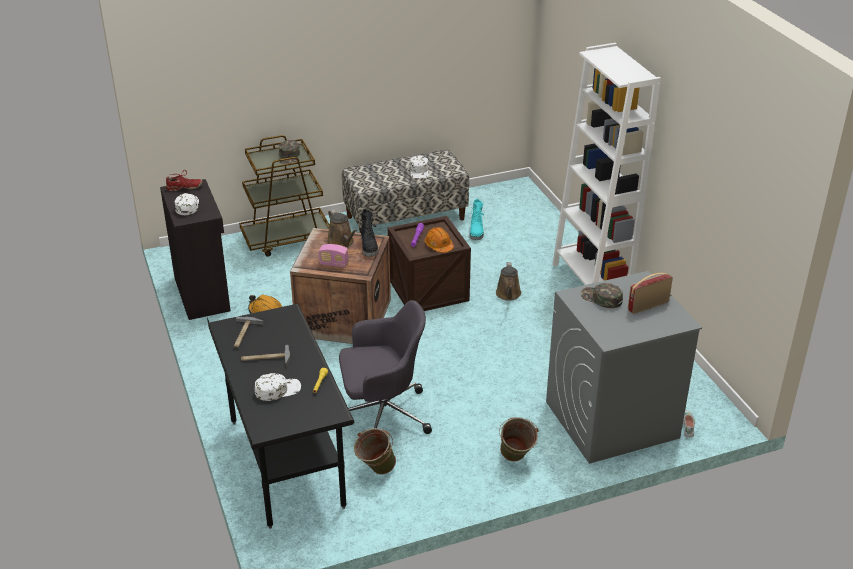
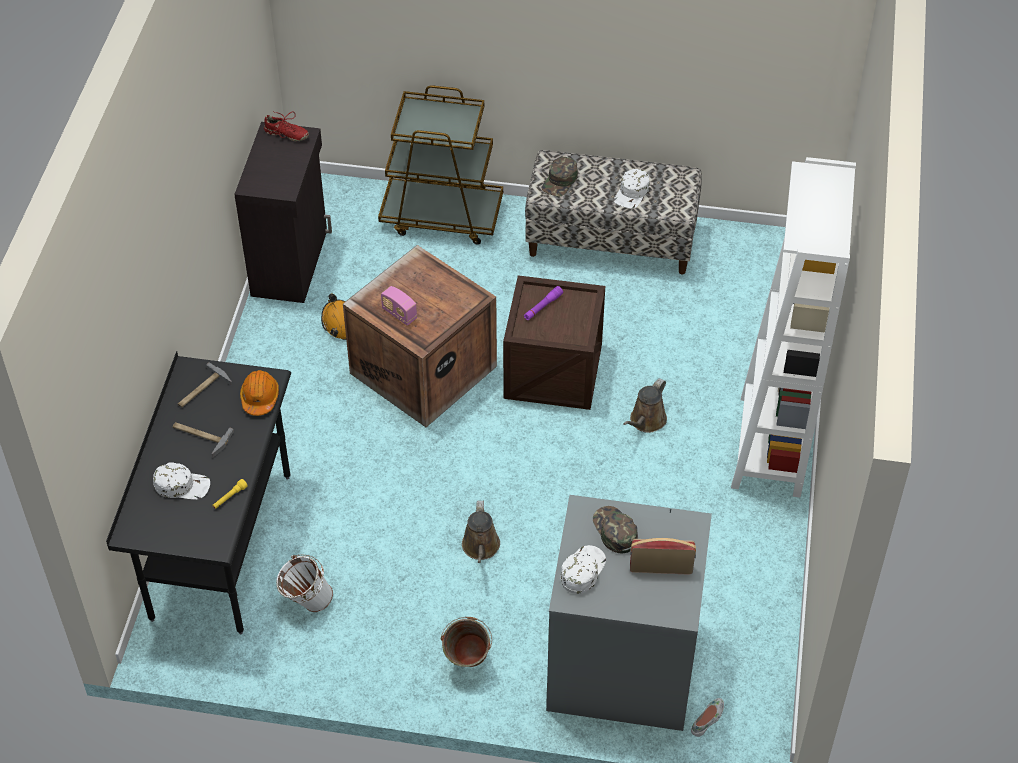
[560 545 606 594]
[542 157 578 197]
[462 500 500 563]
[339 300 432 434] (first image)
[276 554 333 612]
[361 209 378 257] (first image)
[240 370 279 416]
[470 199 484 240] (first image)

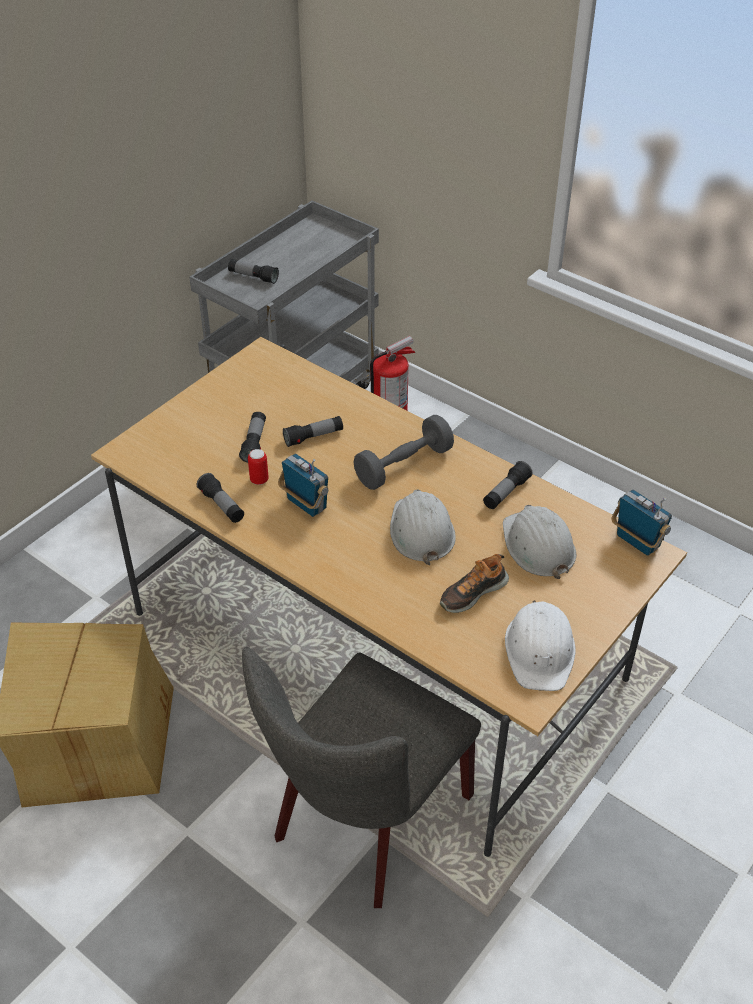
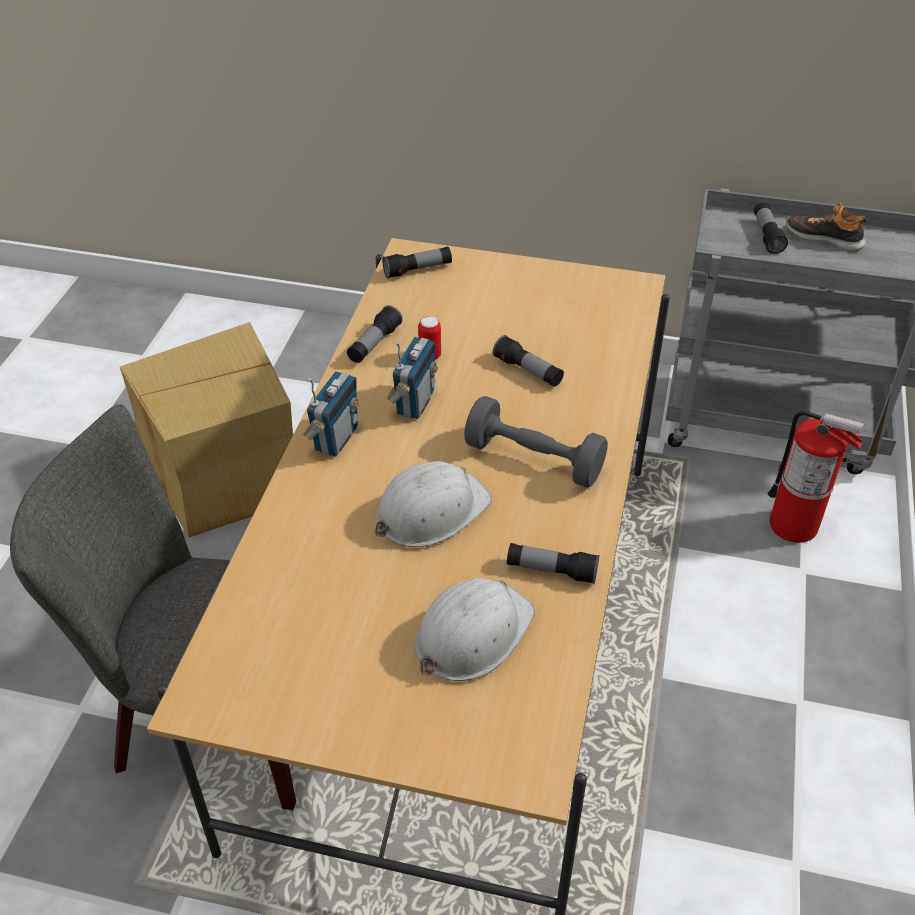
[382 247 452 279]
[786 202 867 251]
[505 600 576 691] (first image)
[303 371 360 456]

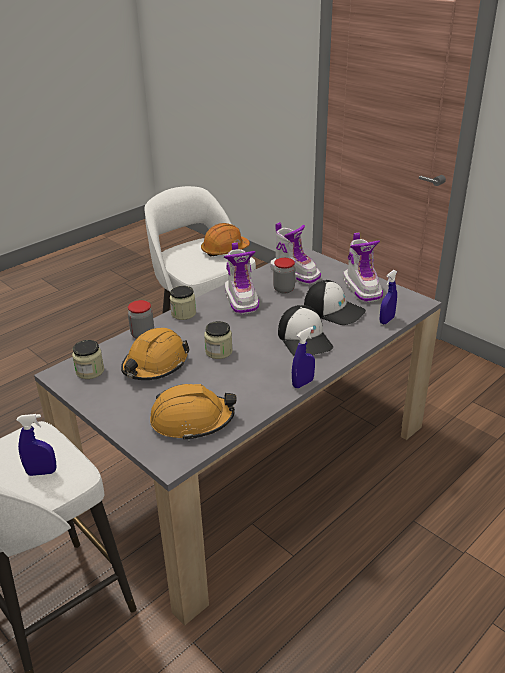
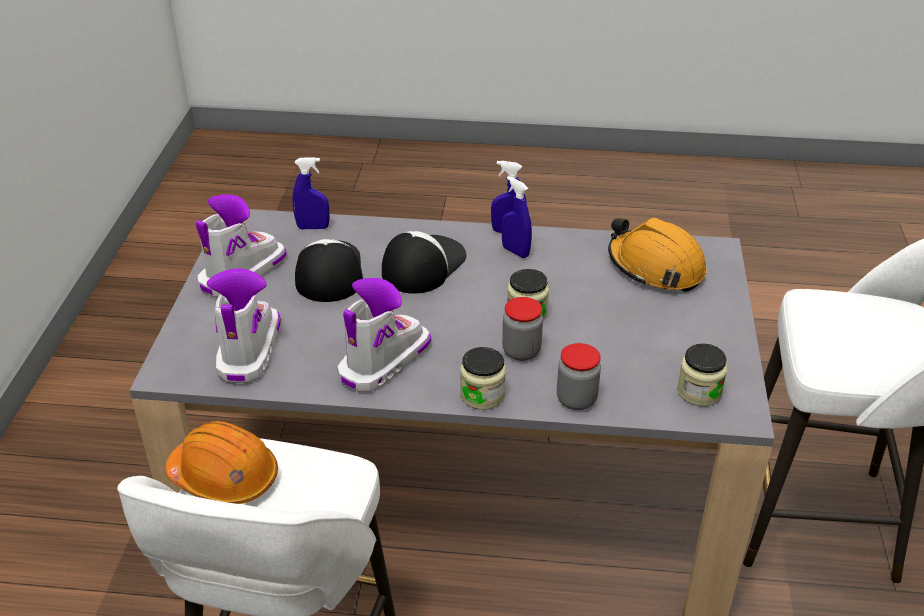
[502 176 532 258]
[121 328 189 380] (first image)
[502 297 543 361]

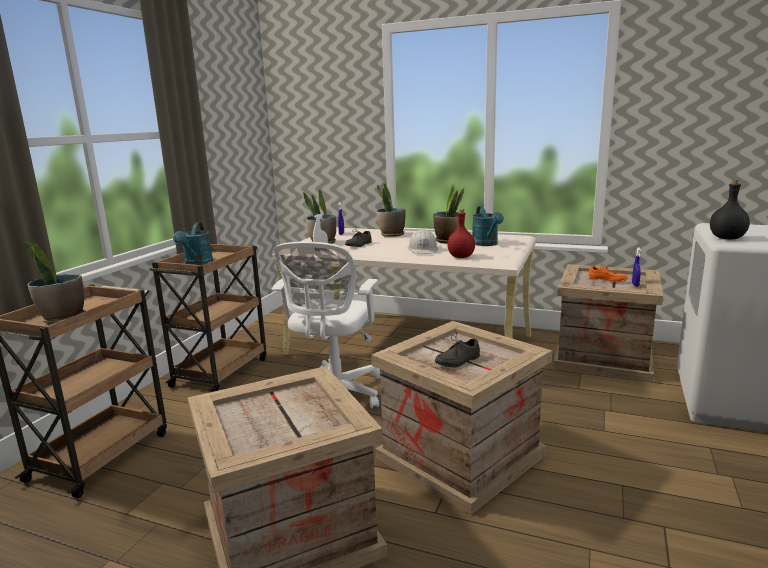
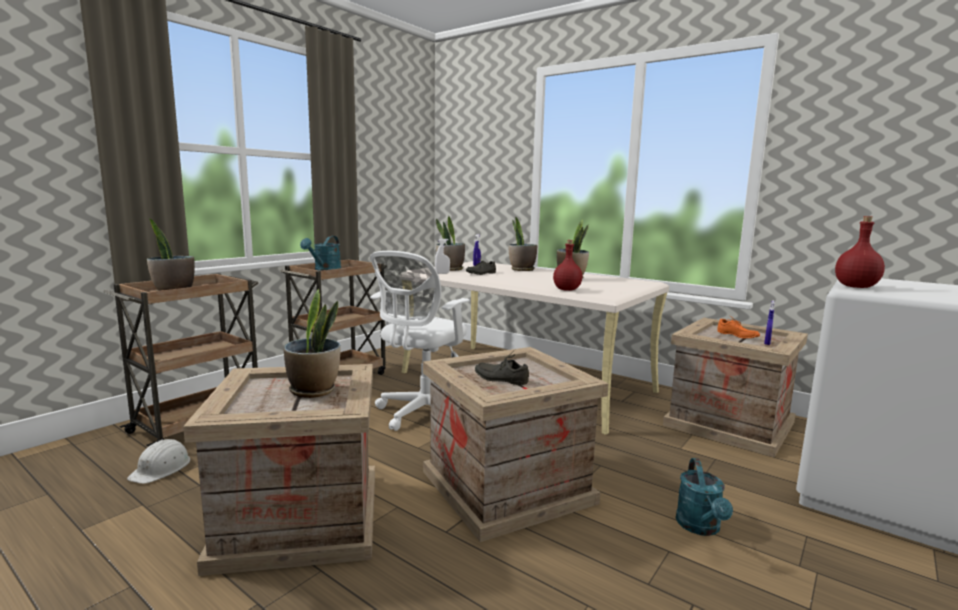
[127 439 190 484]
[475 350 529 385]
[676 458 733 536]
[835 216 885 288]
[284 289 341 398]

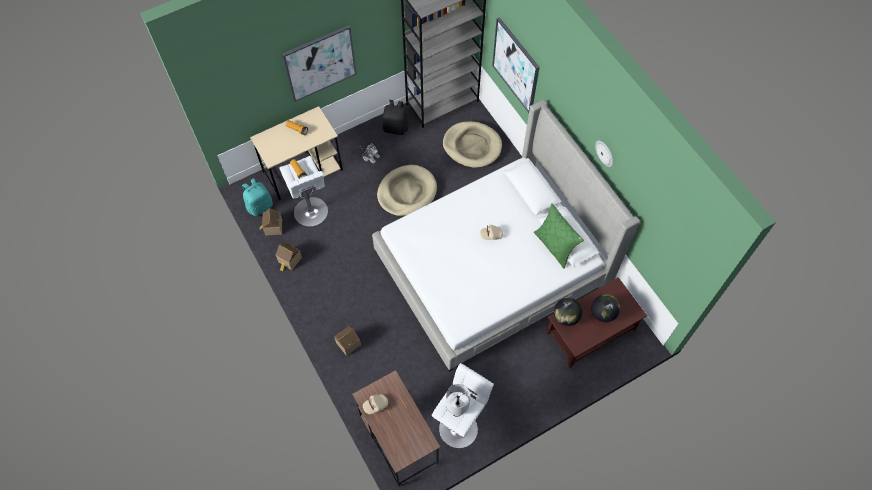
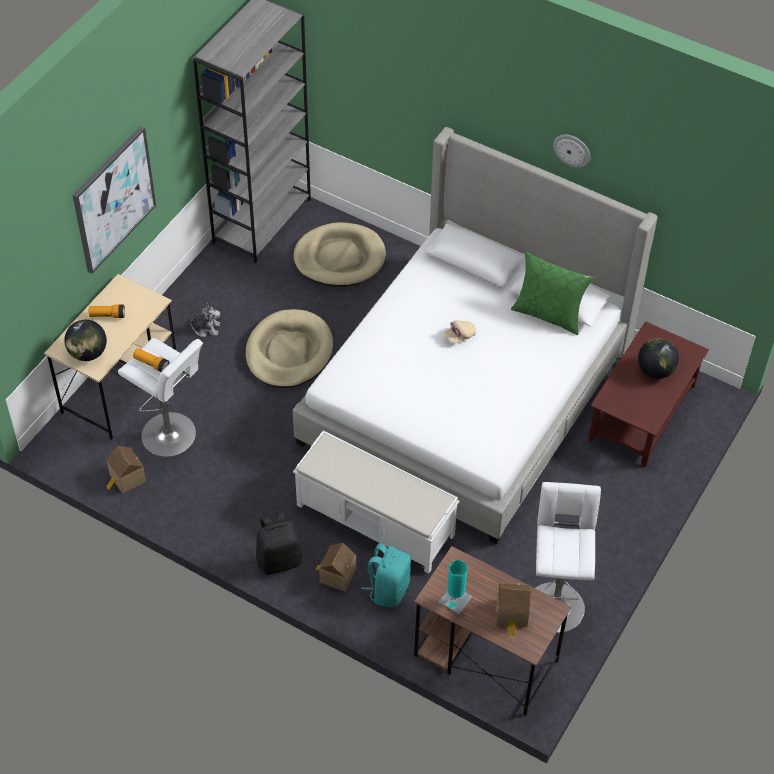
[361 543 411 607]
[496 583 531 636]
[439 560 472 614]
[256 512 302 575]
[446 384 471 417] (first image)
[492 17 540 113] (first image)
[64 320 107 361]
[293 431 459 574]

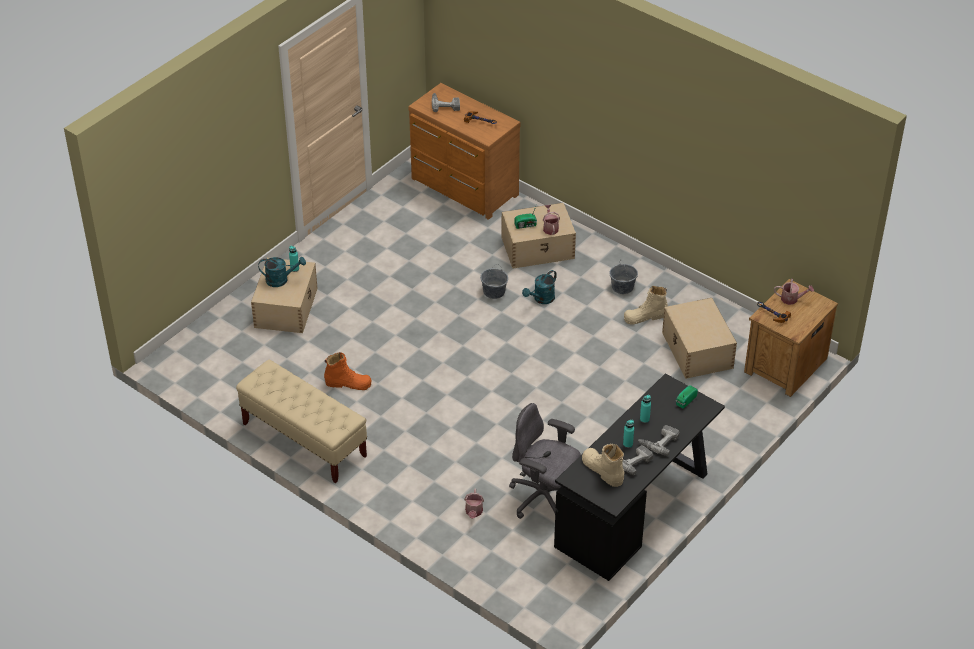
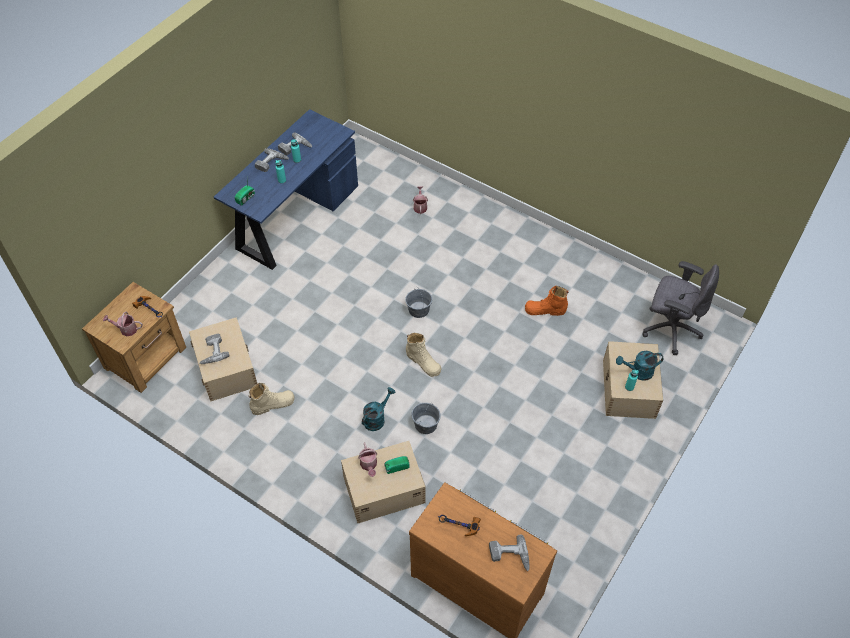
[236 360 367 483] (first image)
[643 261 719 355]
[214 109 358 270]
[406 333 442 377]
[405 287 432 318]
[199 334 230 364]

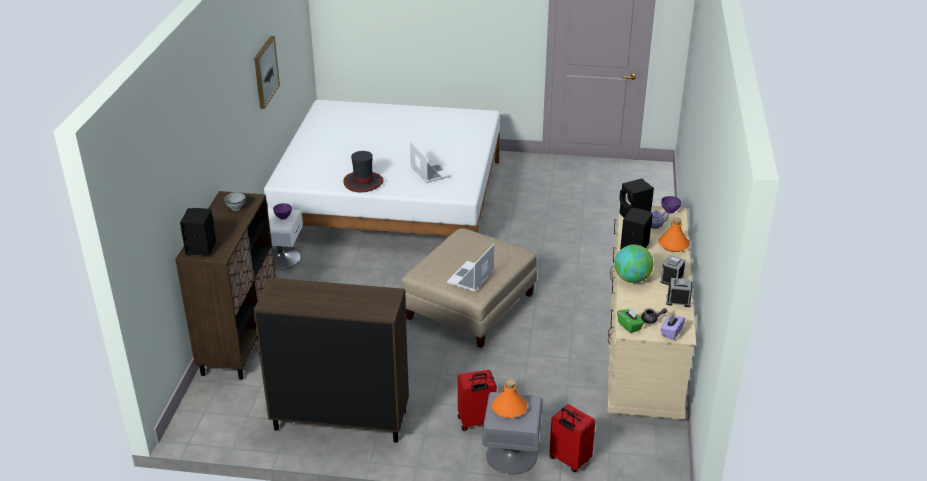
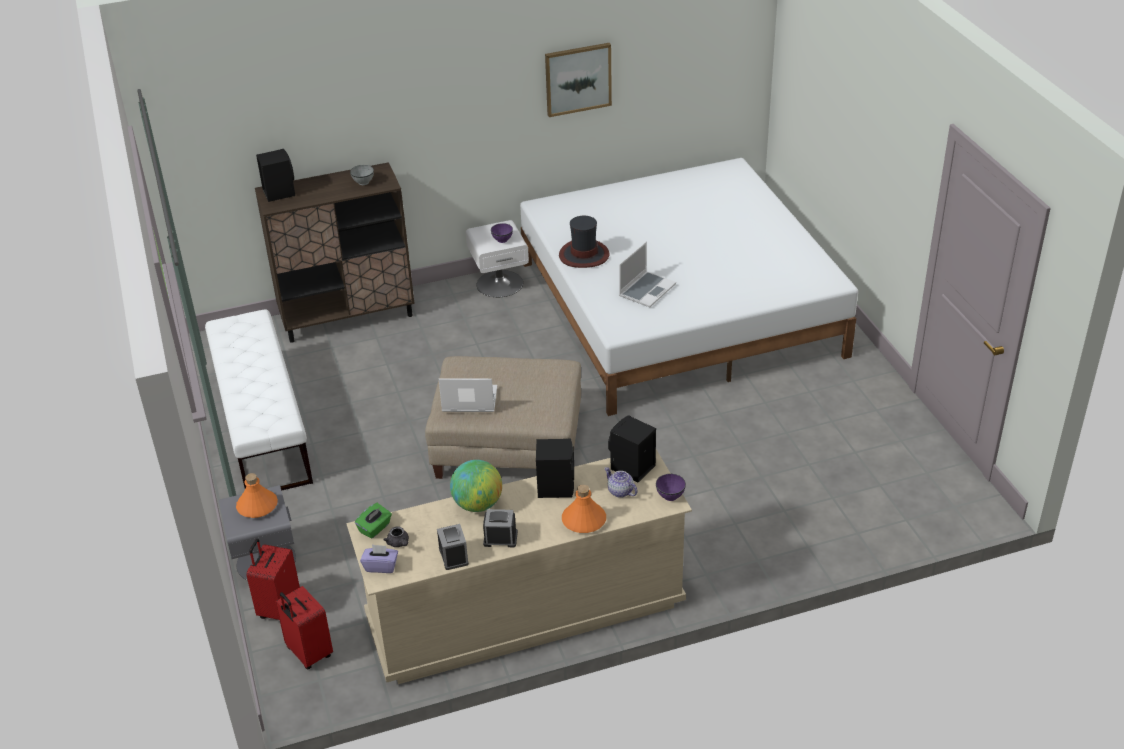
[205 309 313 491]
[275 586 333 669]

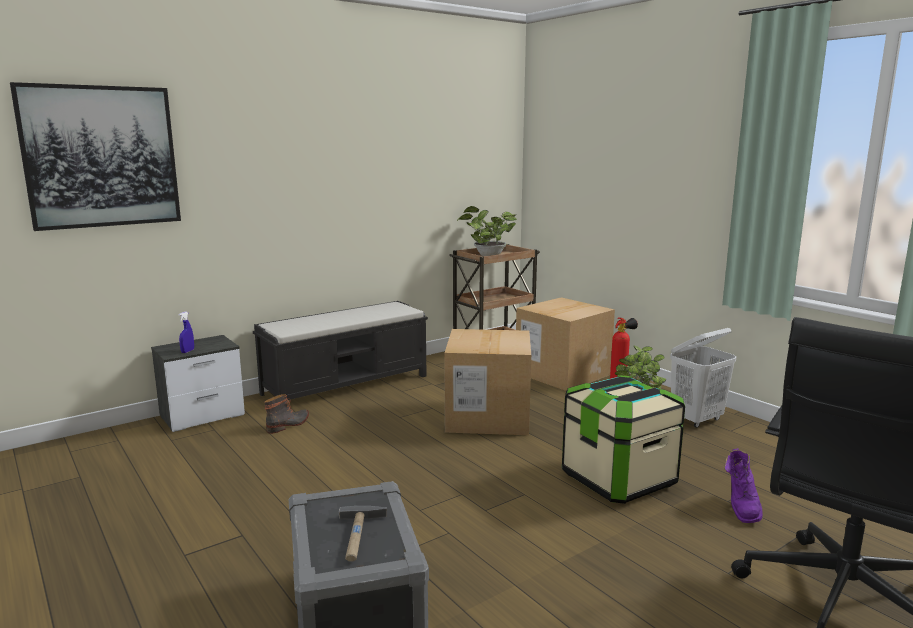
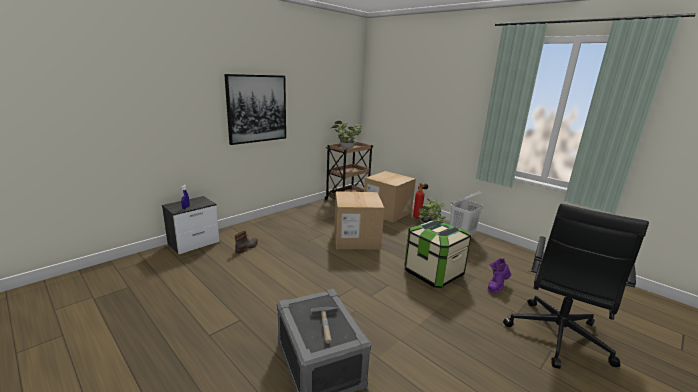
[224 74 286 145]
[253 301 428 400] (first image)
[488 258 511 293]

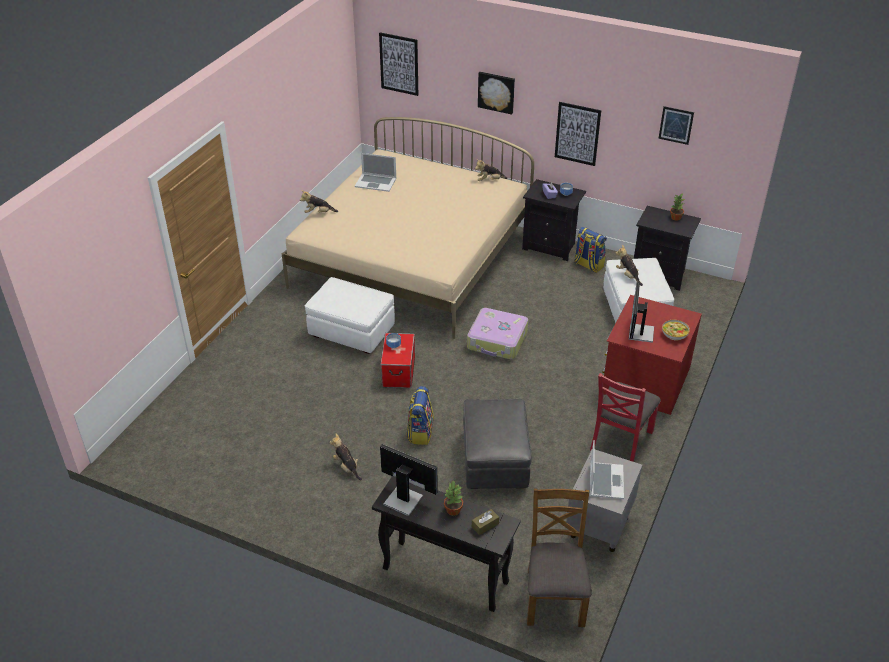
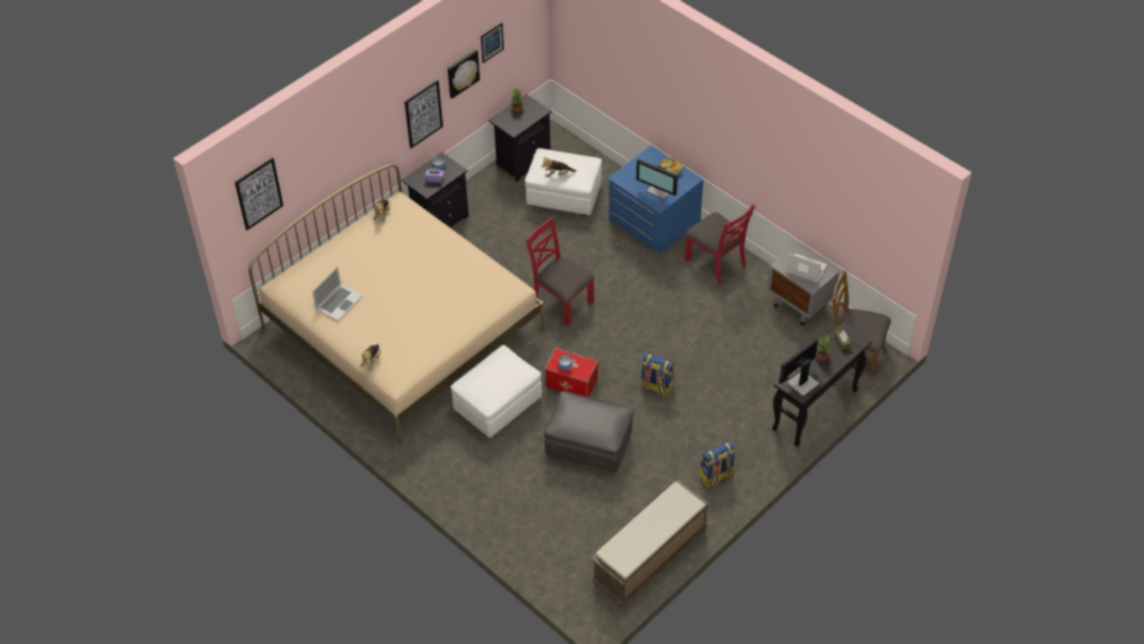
[330 434 362 480] (first image)
[544 391 633 473]
[526 217 595 326]
[448 50 480 99]
[699 440 735 487]
[608 145 704 255]
[591 480 711 608]

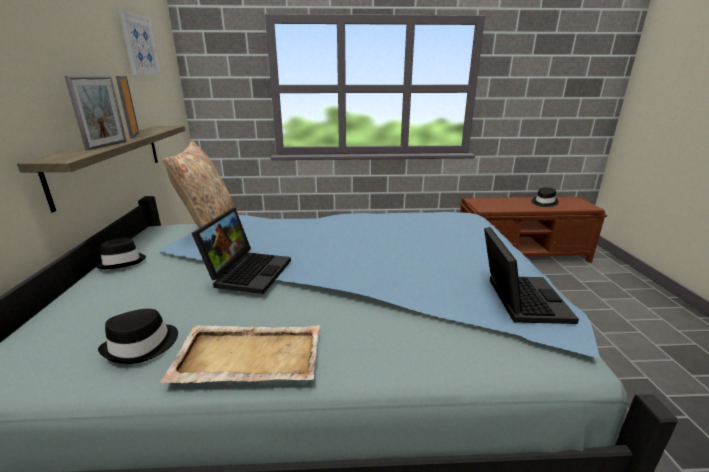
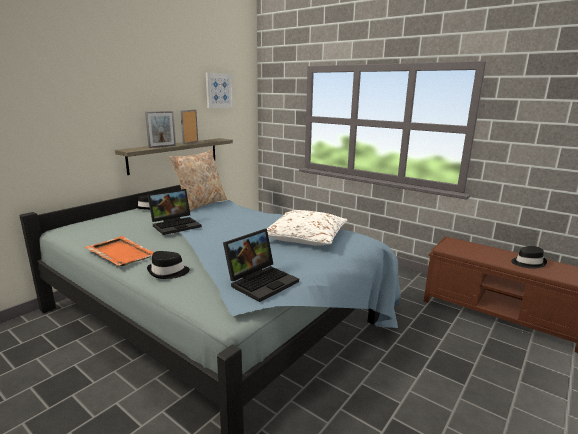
[147 251 190 279]
[84 236 154 266]
[267 210 347 246]

